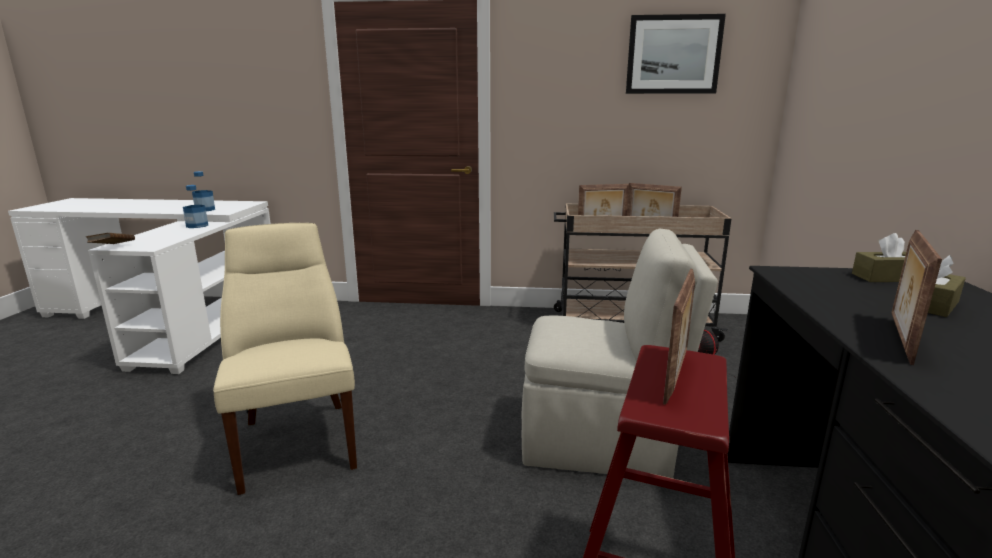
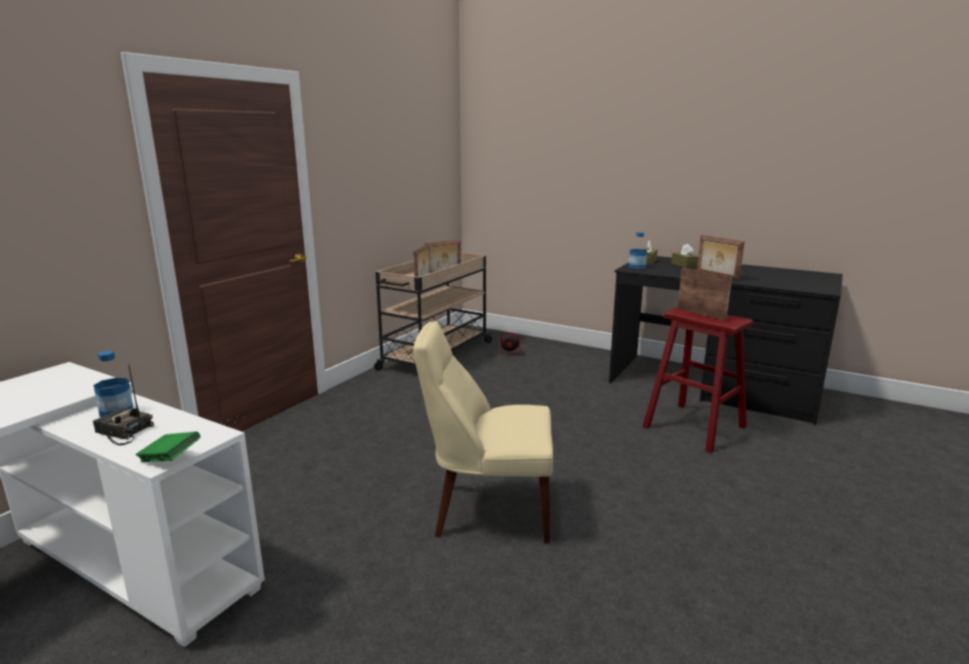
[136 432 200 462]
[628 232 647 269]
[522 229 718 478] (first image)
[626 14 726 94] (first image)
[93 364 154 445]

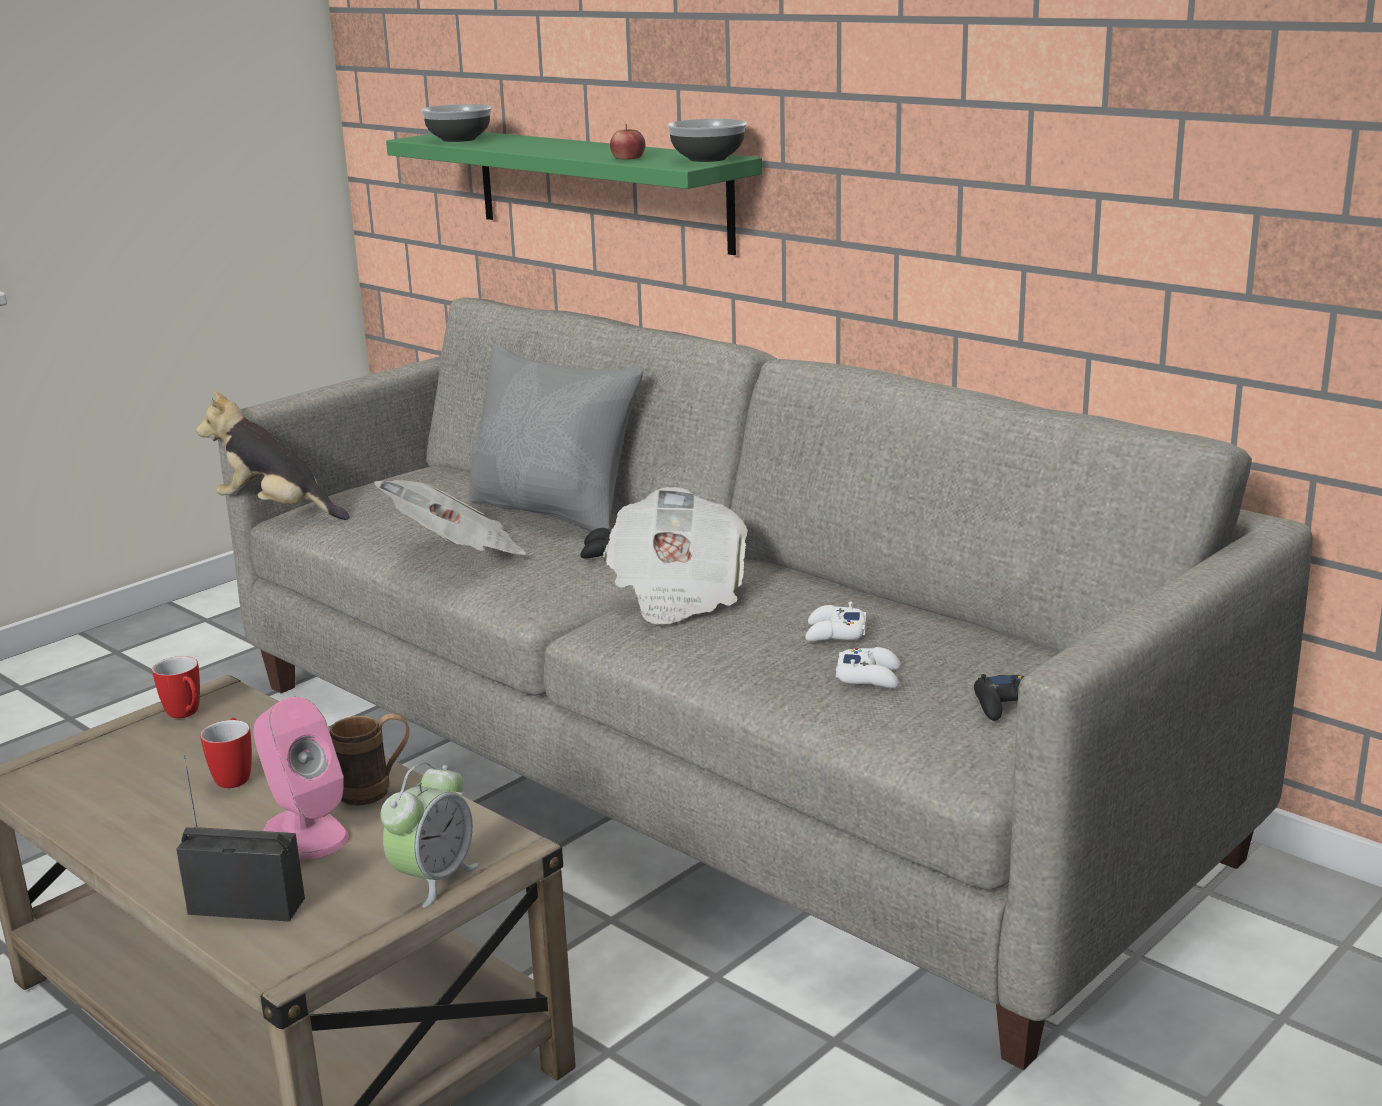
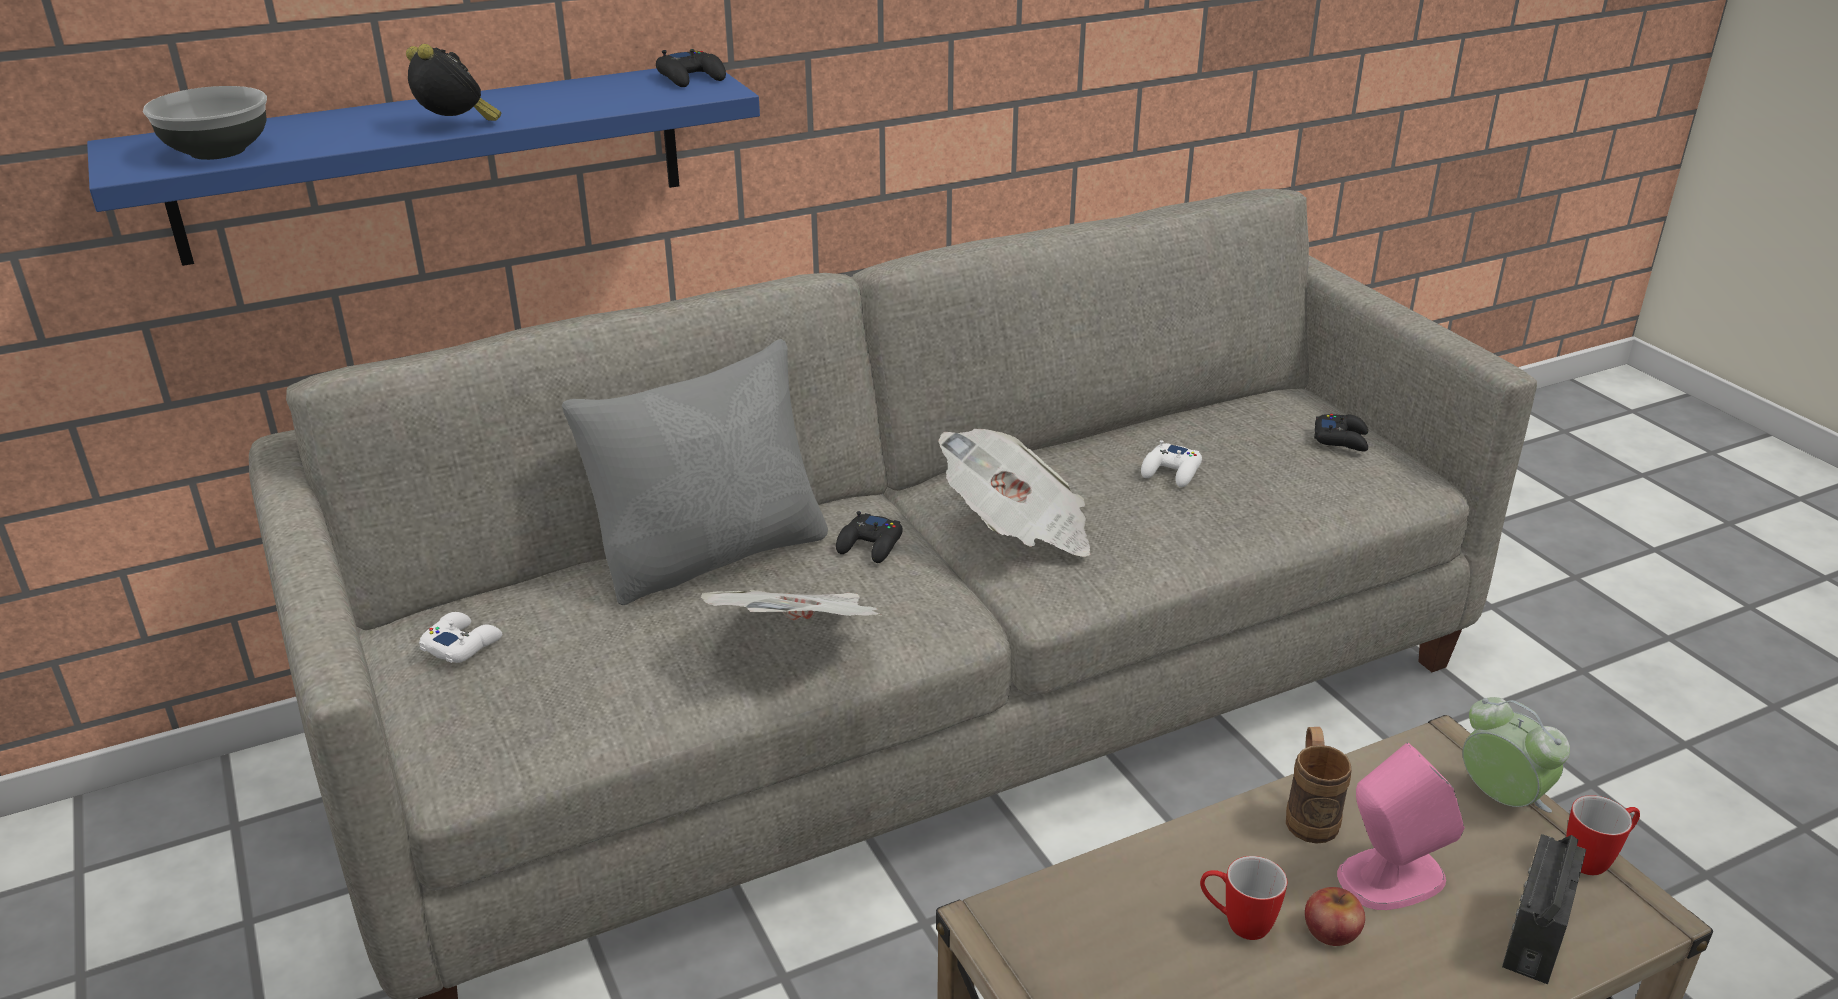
[1566 795 1640 875]
[196 391 350 520] (first image)
[87 68 760 266]
[1305 887 1365 946]
[656 49 726 87]
[419 612 502 663]
[406 44 501 121]

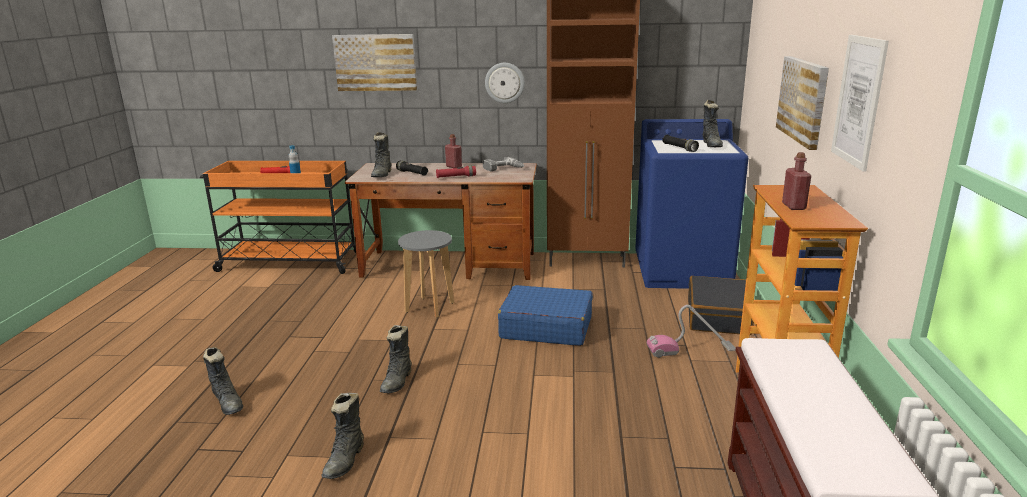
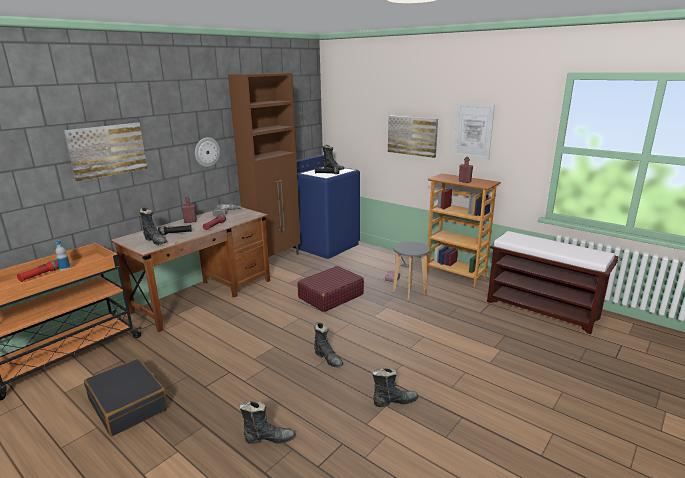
[372 368 419 407]
[393 241 430 301]
[297 266 364 312]
[84 358 168 436]

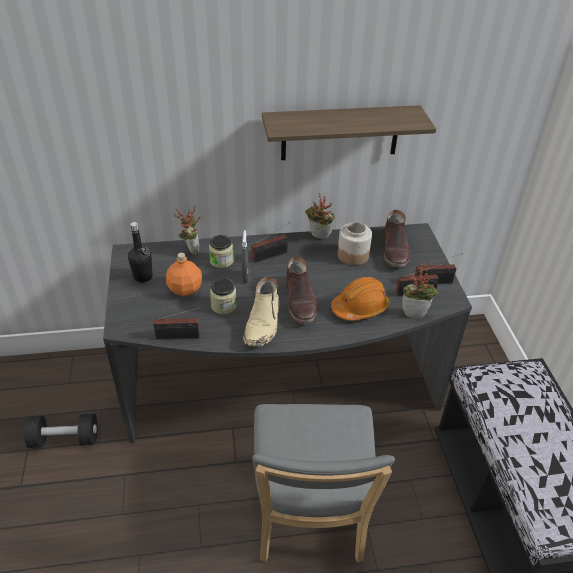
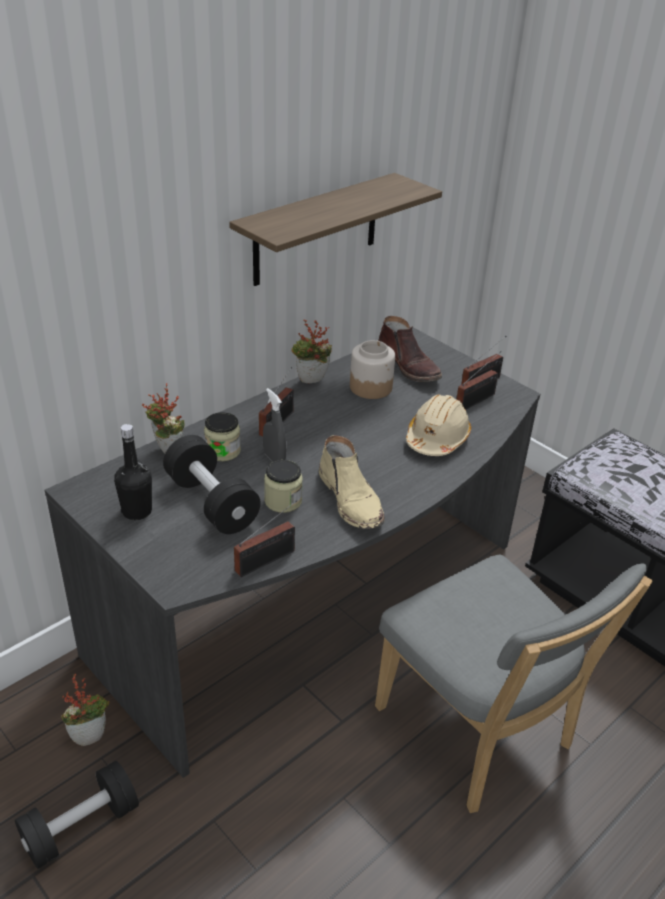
[163 435 261 534]
[286 256 318 324] (first image)
[406 394 471 456]
[61 674 110 746]

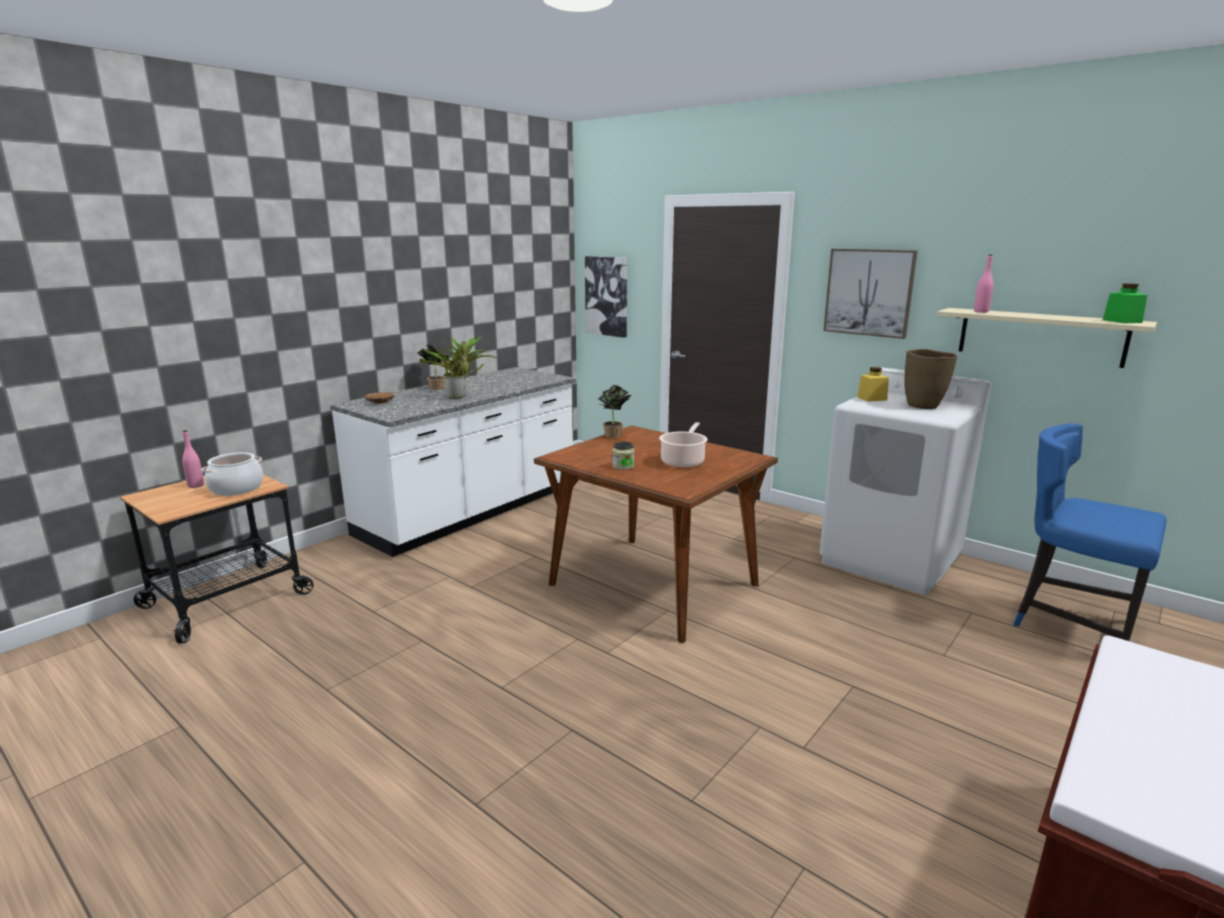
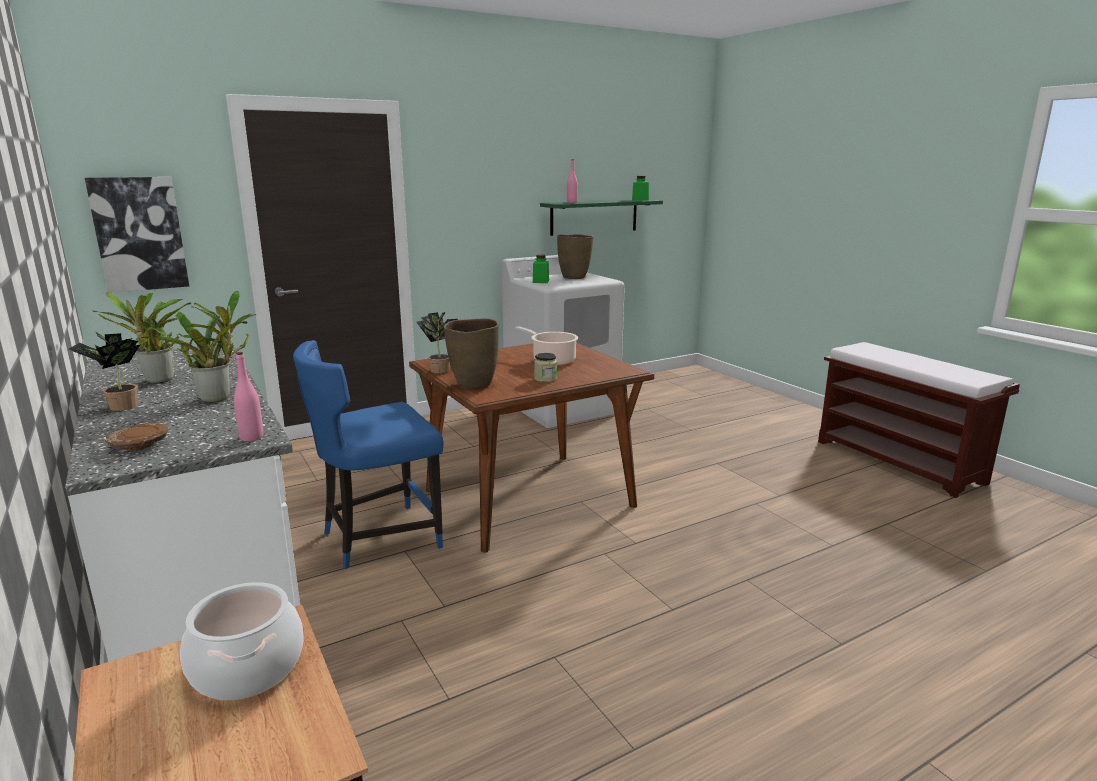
[234 352 263 442]
[823 249 918 339] (first image)
[533 255 549 283]
[540 200 663 236]
[293 340 443 569]
[91 292 191 384]
[444 319 499 389]

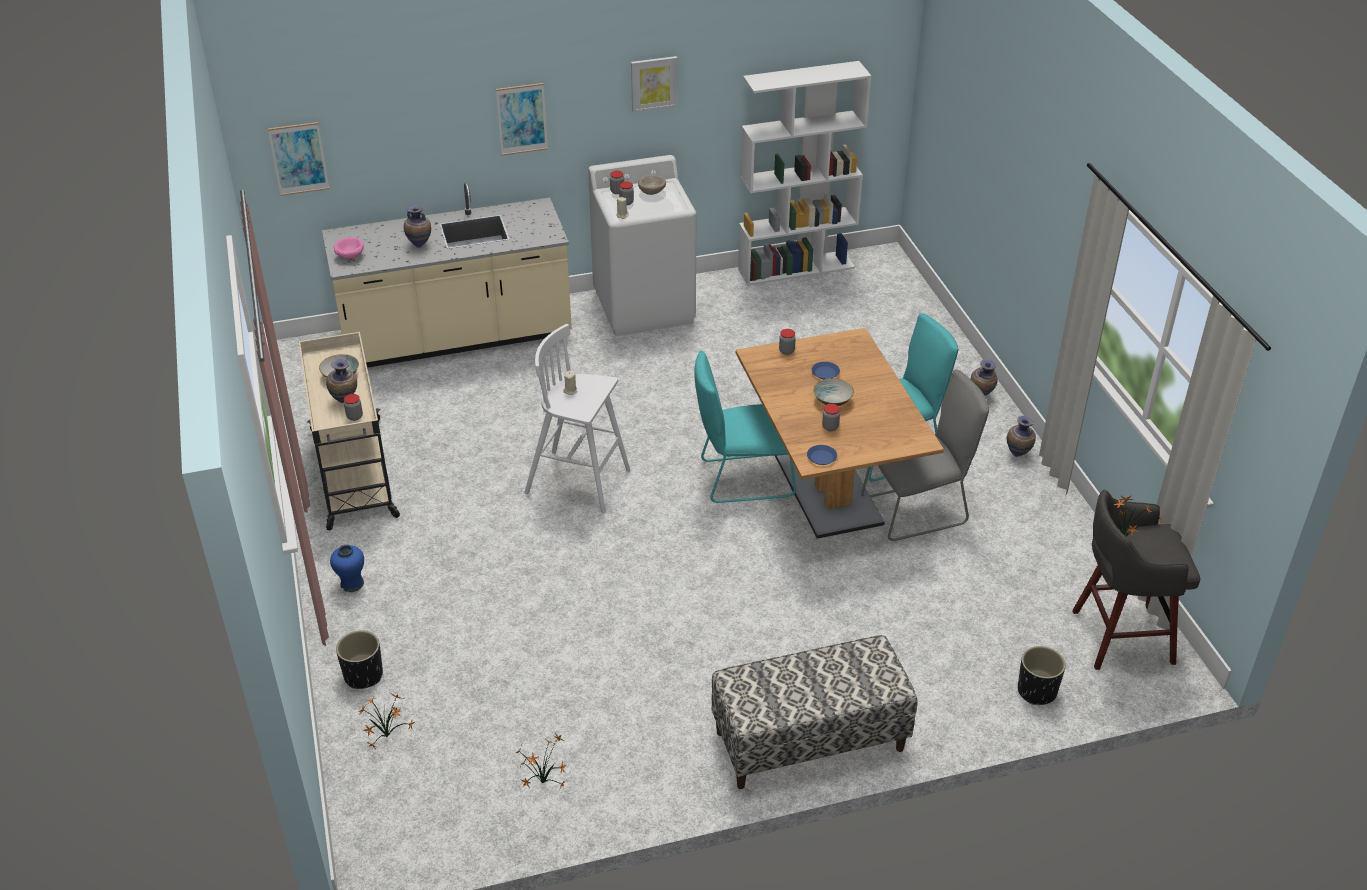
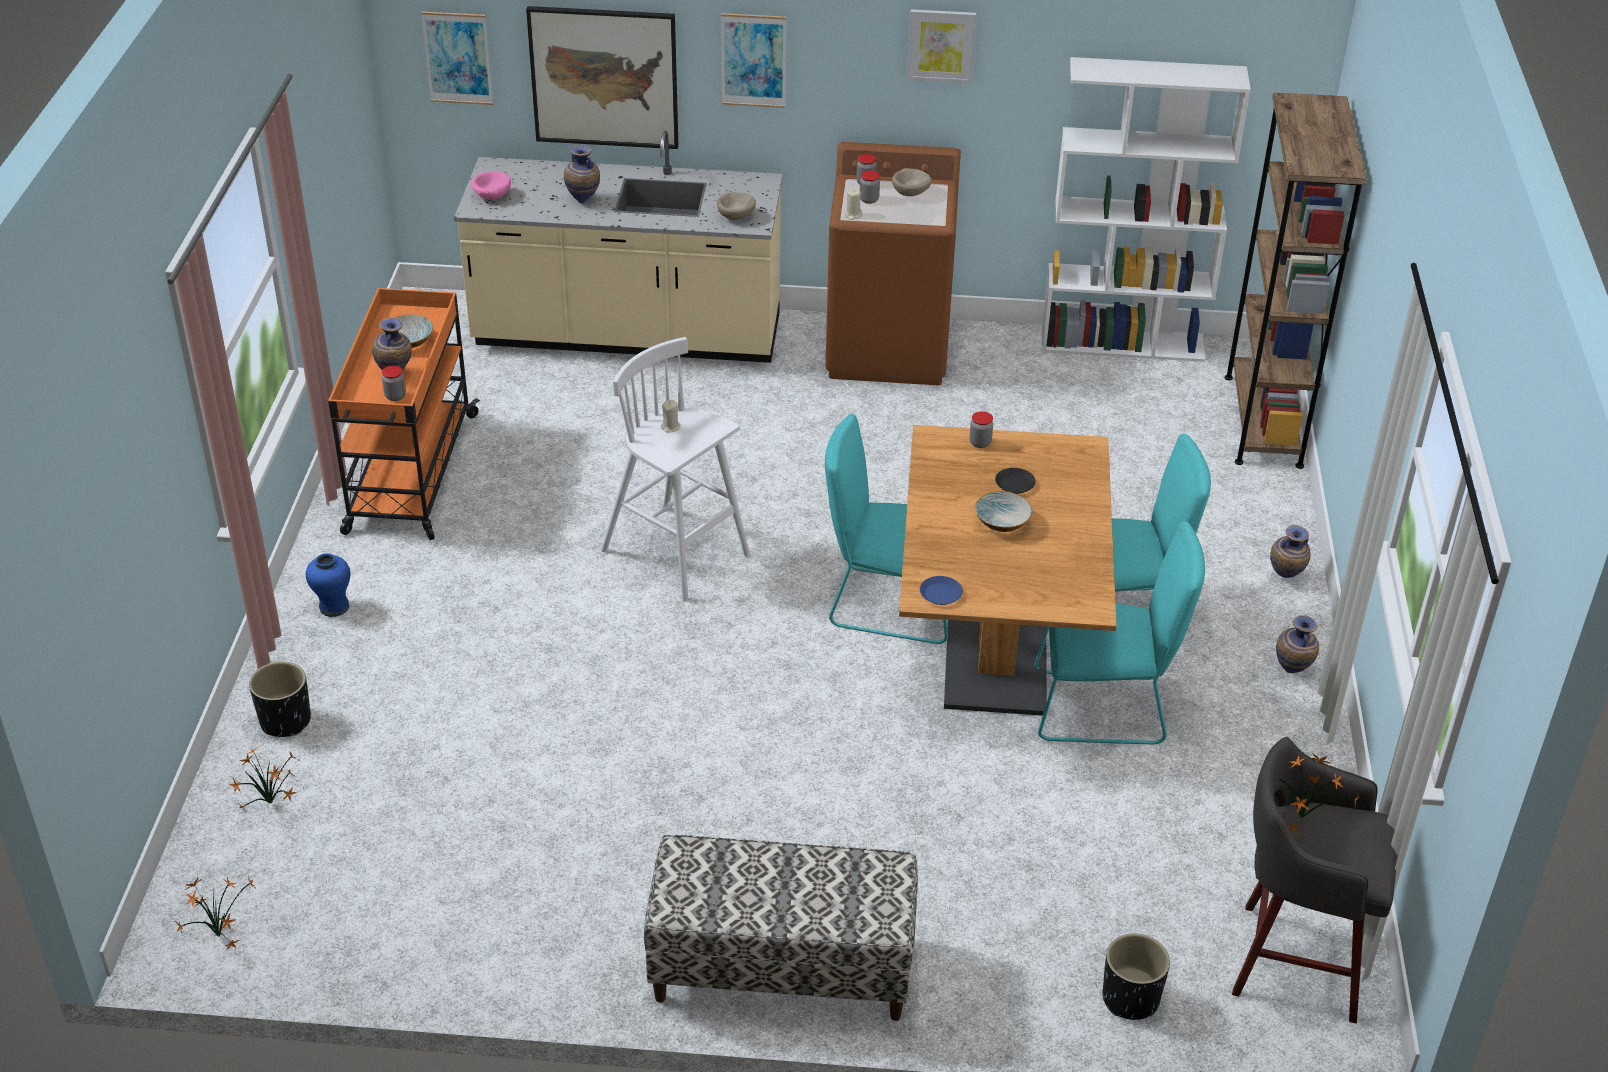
[328 288 480 540]
[175 877 257 951]
[826 142 961 385]
[995 468 1036 494]
[822 404 840 431] (first image)
[1035 521 1205 744]
[526 6 678 149]
[717 192 756 220]
[1225 93 1367 469]

